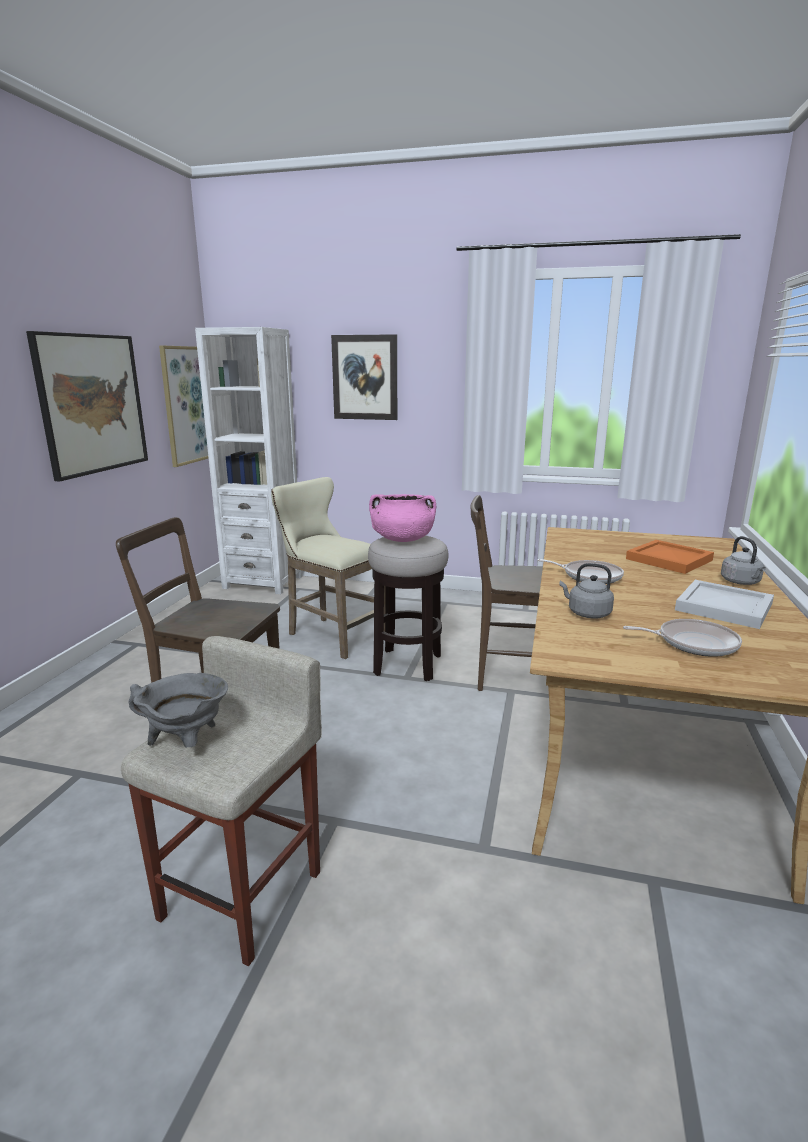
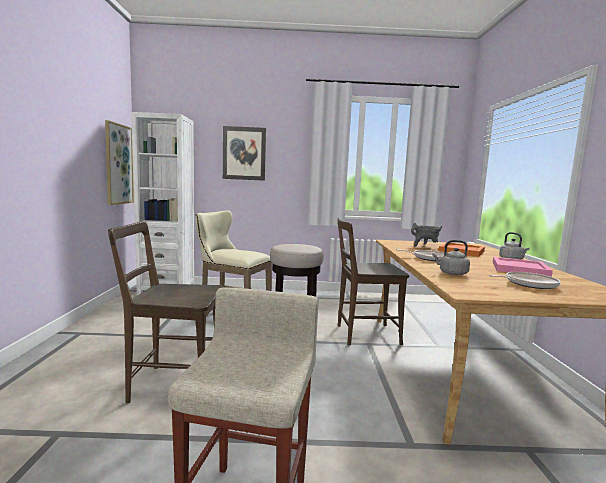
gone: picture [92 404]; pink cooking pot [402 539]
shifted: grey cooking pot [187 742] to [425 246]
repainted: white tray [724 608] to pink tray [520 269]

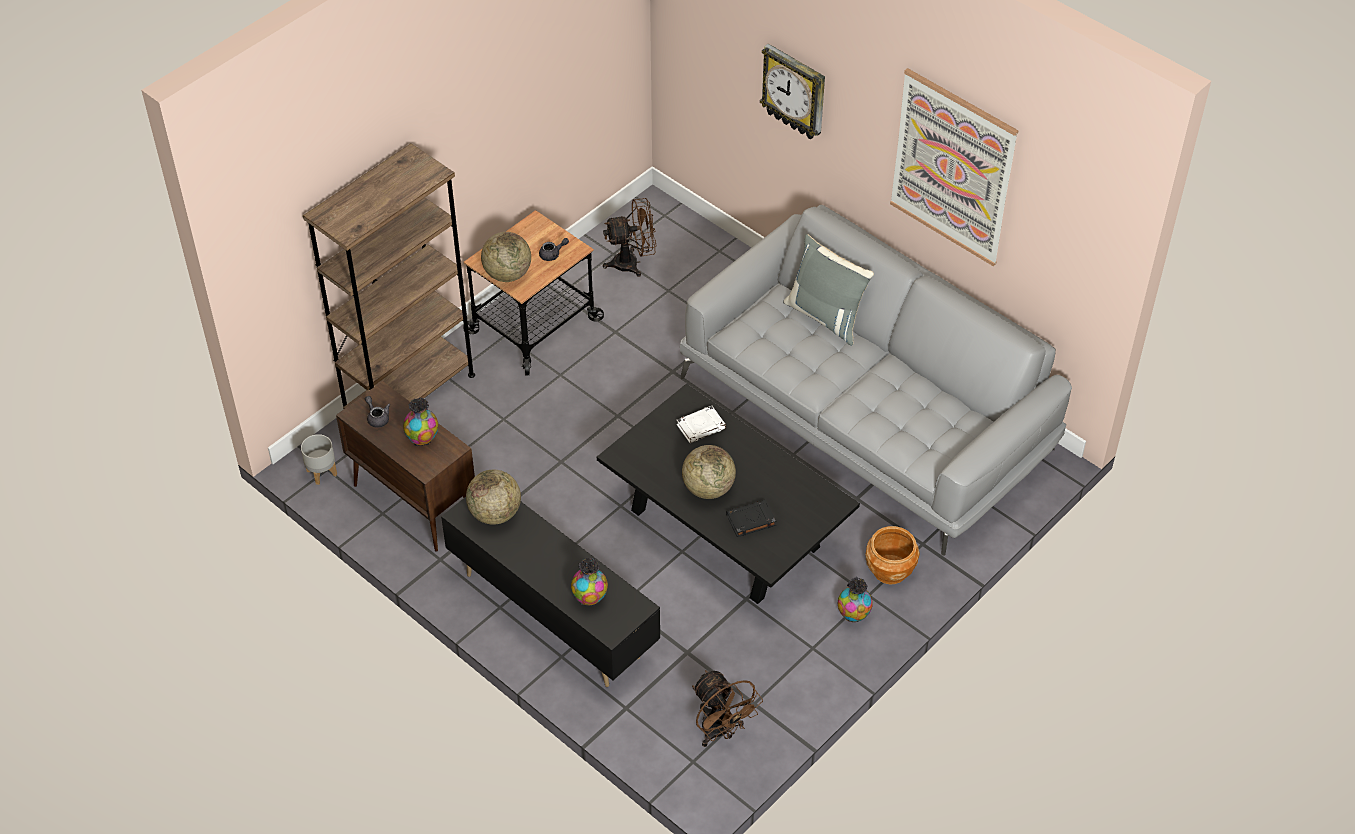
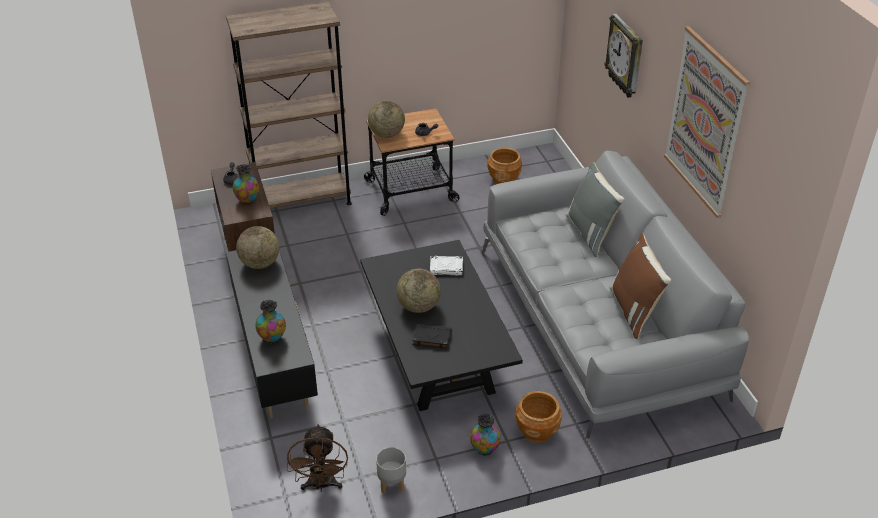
new: brown pillow [635 311]
shifted: grey planter [322 473] to [392 484]
swapped: brown fan [632 263] to brown planter [504 179]

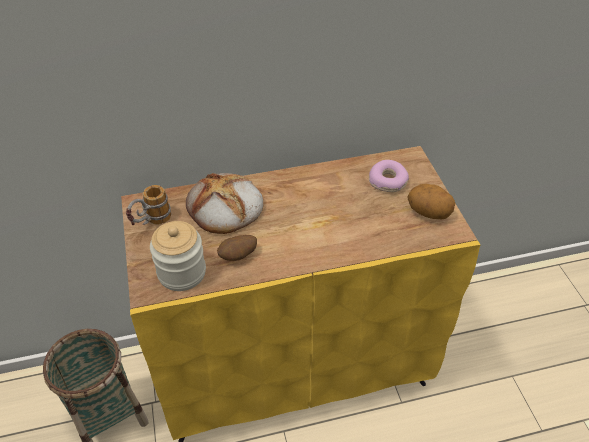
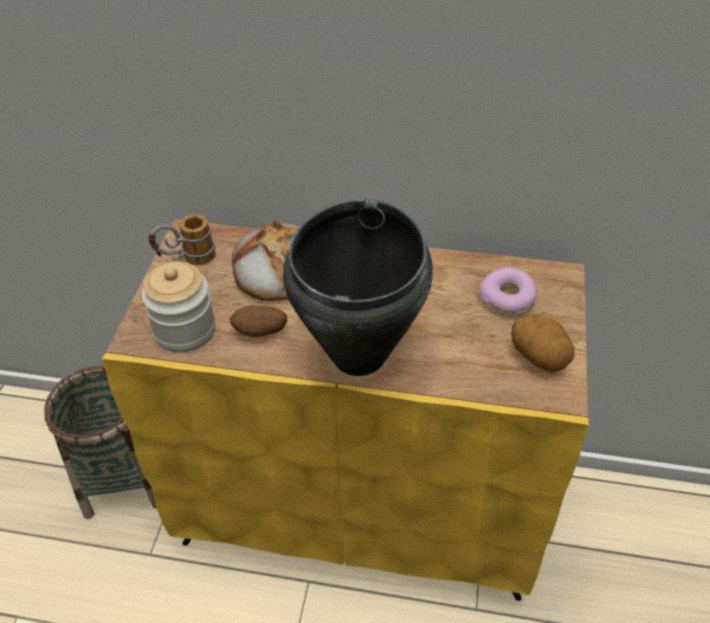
new: black cooking pot [360 354]

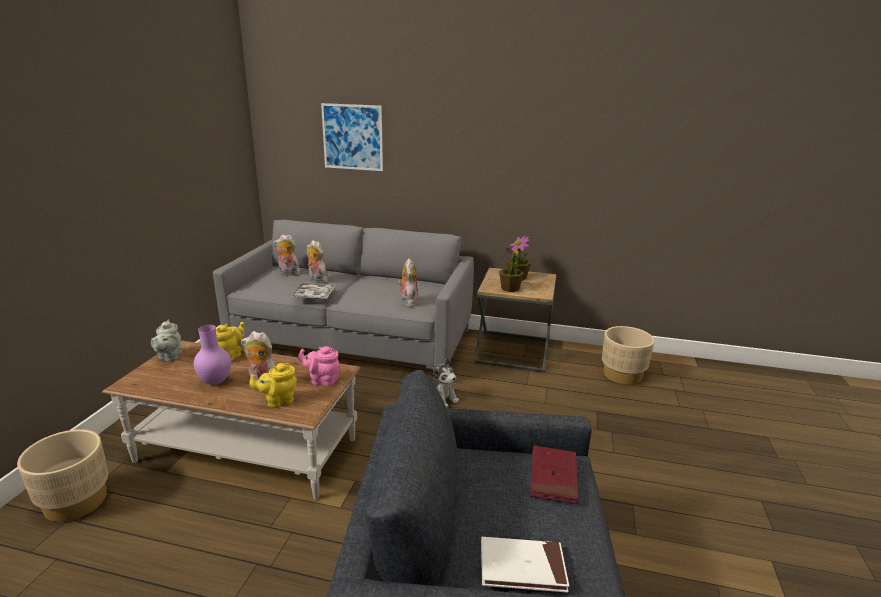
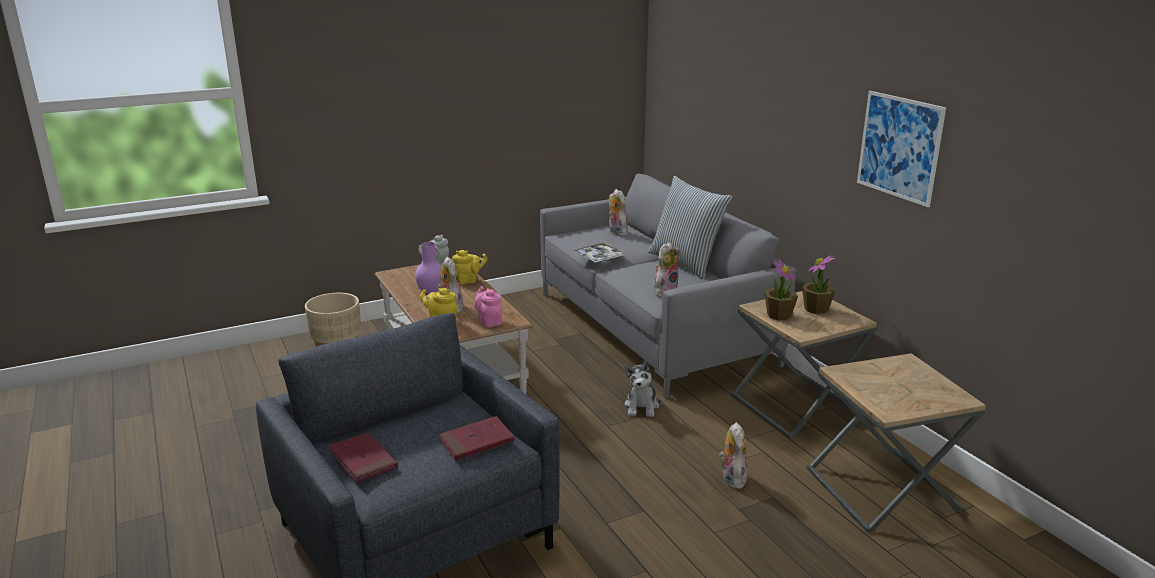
new: pillow [686 263]
shifted: plush toy [316 280] to [731 478]; picture [352 137] to [899 147]
swapped: beige planter [622 375] to brown side table [882 489]
repainted: white book [522 567] to red book [363 460]

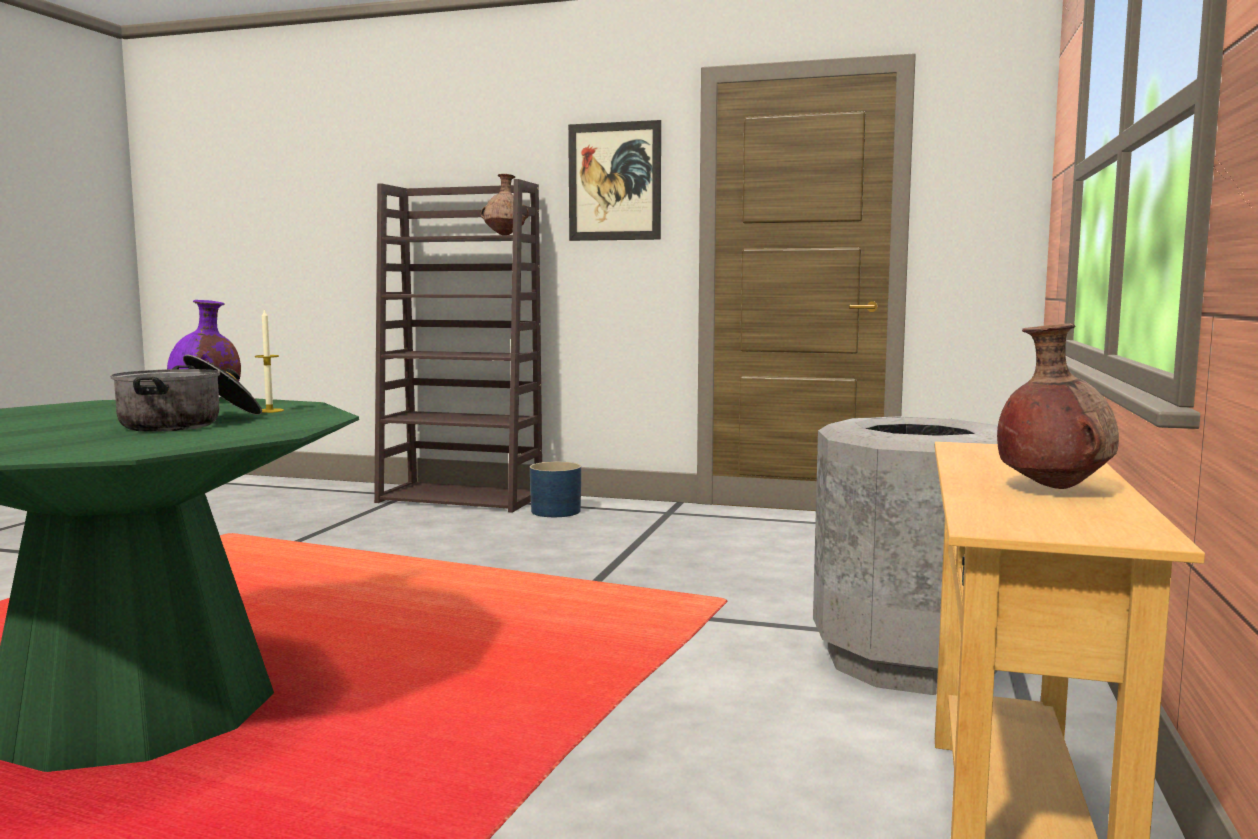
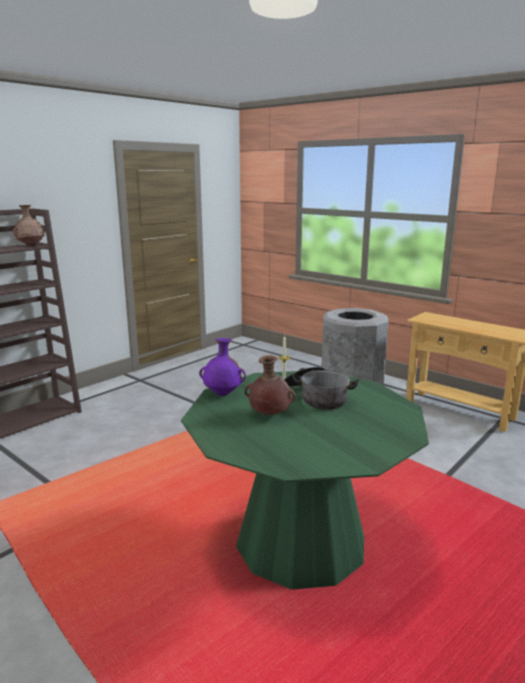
gone: blue planter [556 511]; picture [614 181]
shifted: brown vase [1051 489] to [269 414]

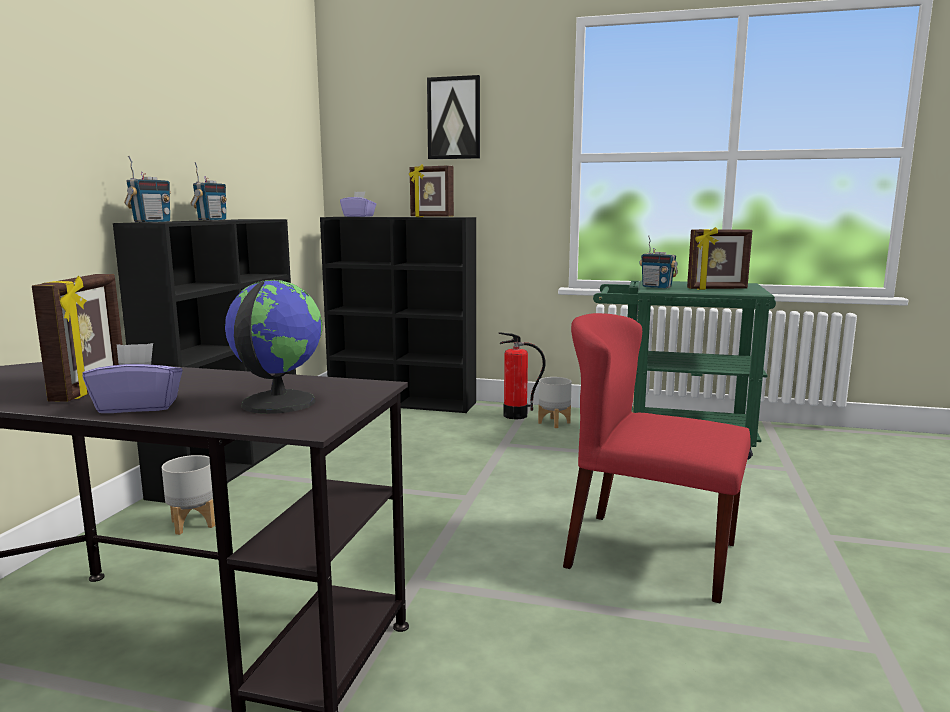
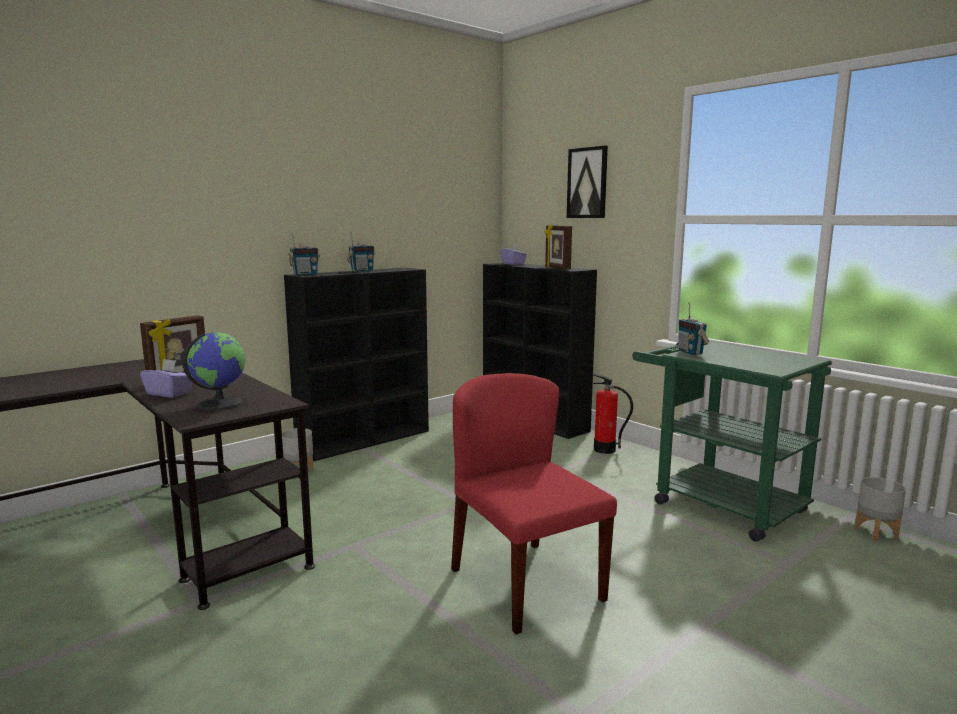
gone: picture frame [717 289]
shifted: grey planter [554 422] to [876 532]

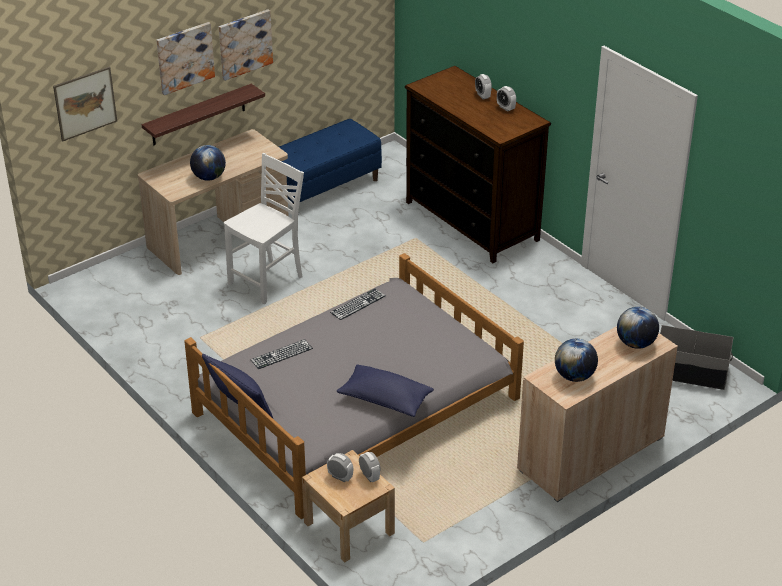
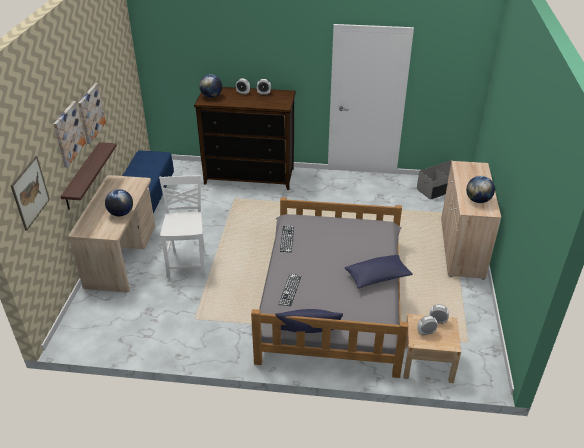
shifted: globe [636 343] to [211 96]

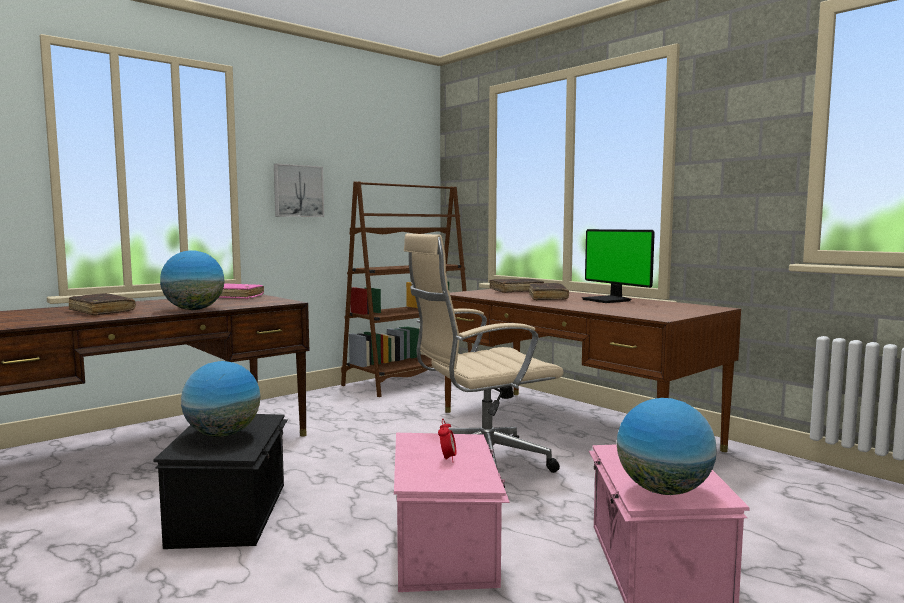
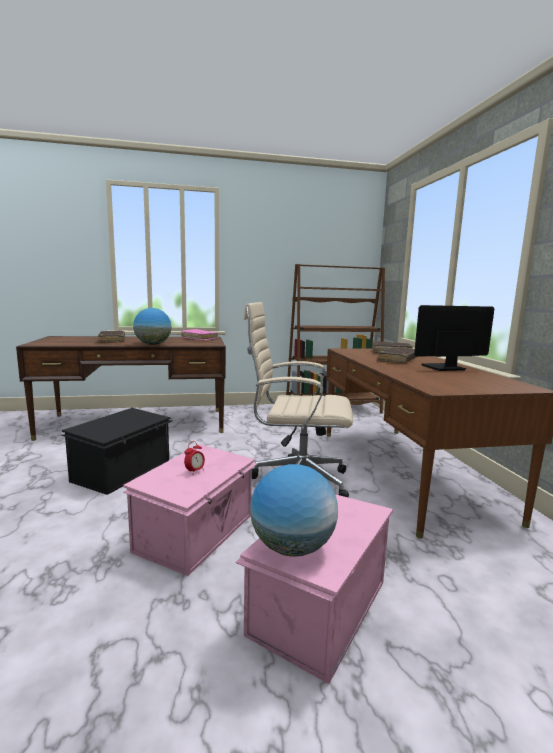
gone: globe [222 434]; picture [298 191]
rotated: monitor [608 300] = [443 368] 75 degrees clockwise

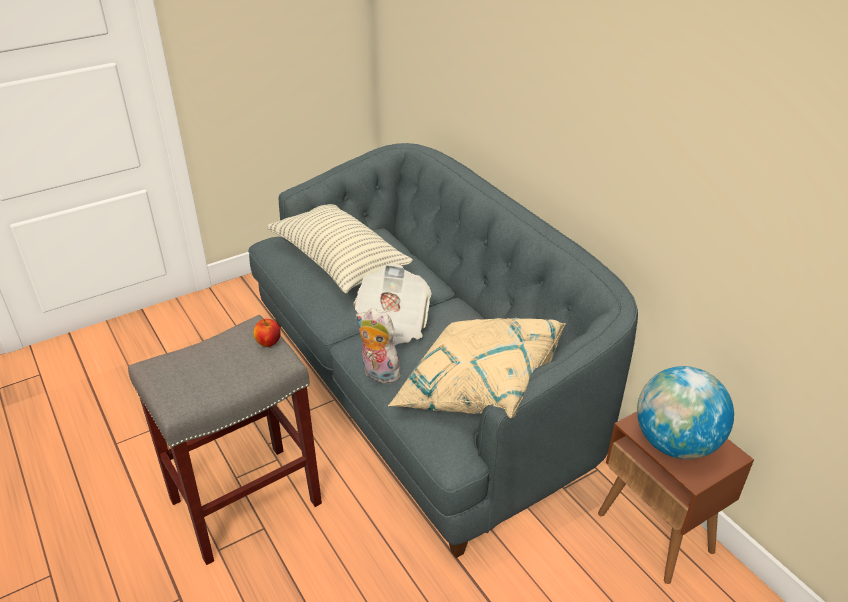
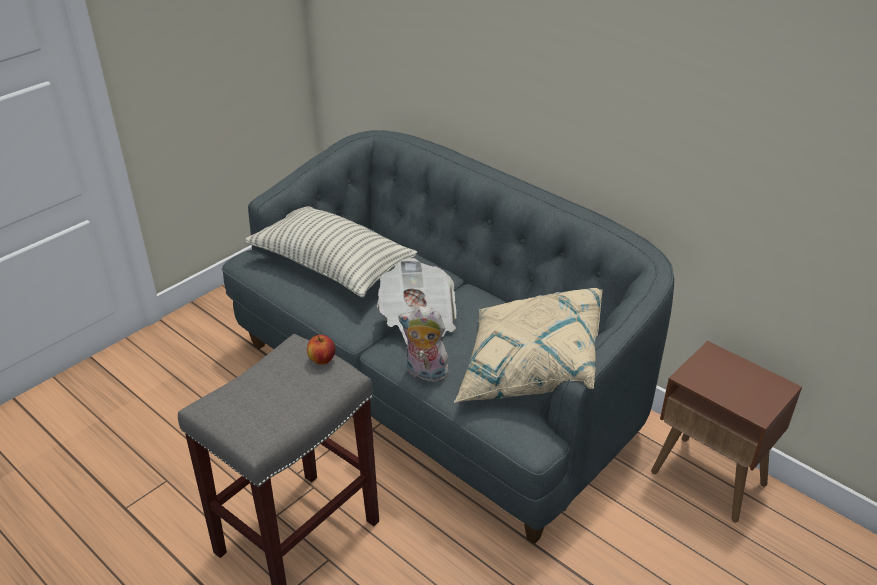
gone: globe [675 443]

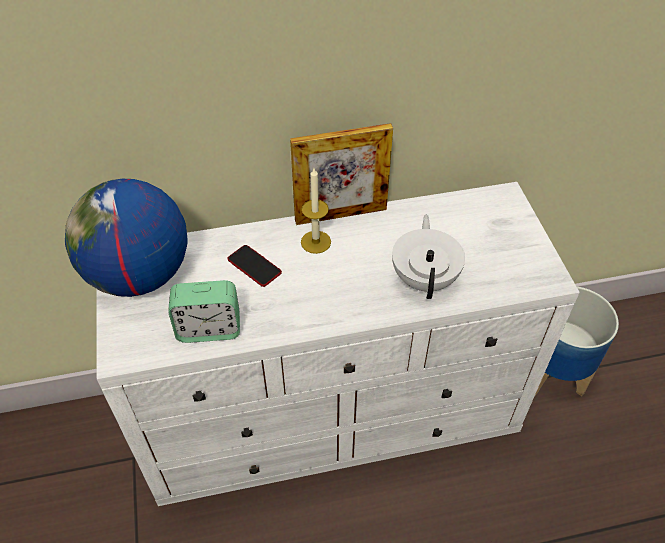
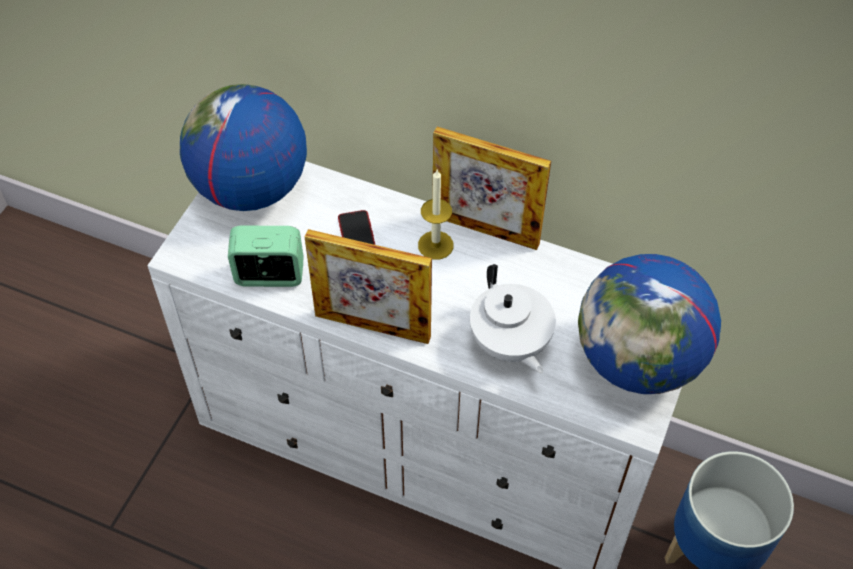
new: picture frame [372 326]; globe [638 361]
rotated: alarm clock [209 329] = [269 275] 150 degrees clockwise; white teapot [425 278] = [509 344] 120 degrees clockwise

